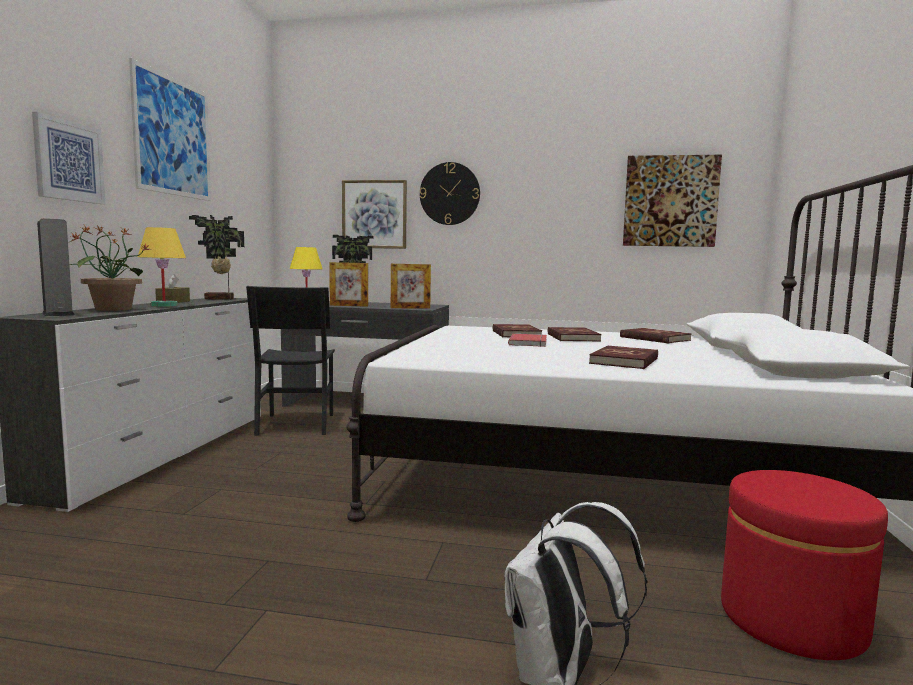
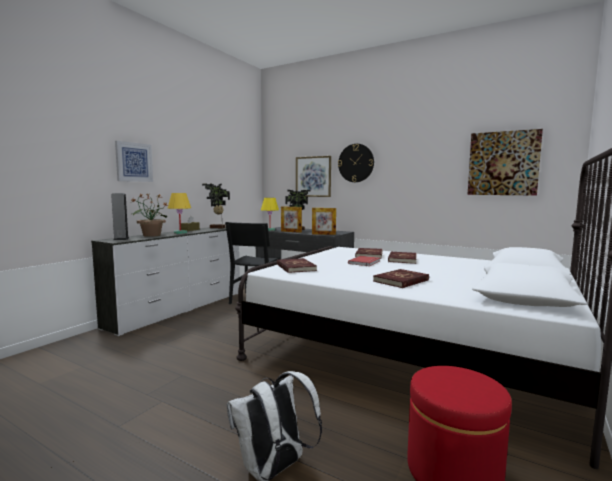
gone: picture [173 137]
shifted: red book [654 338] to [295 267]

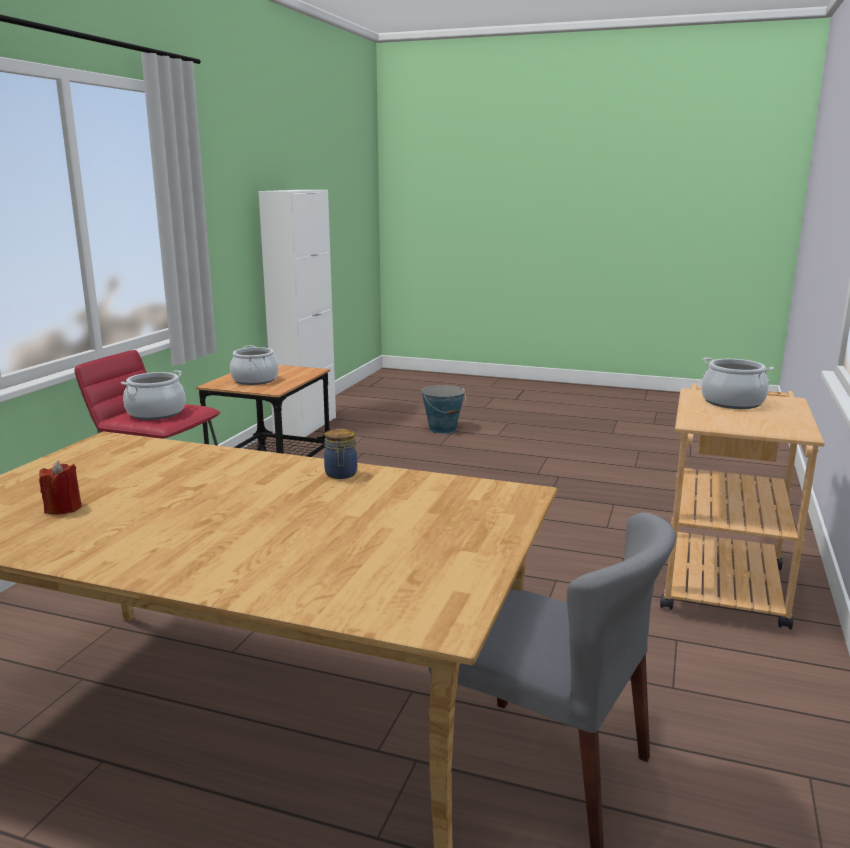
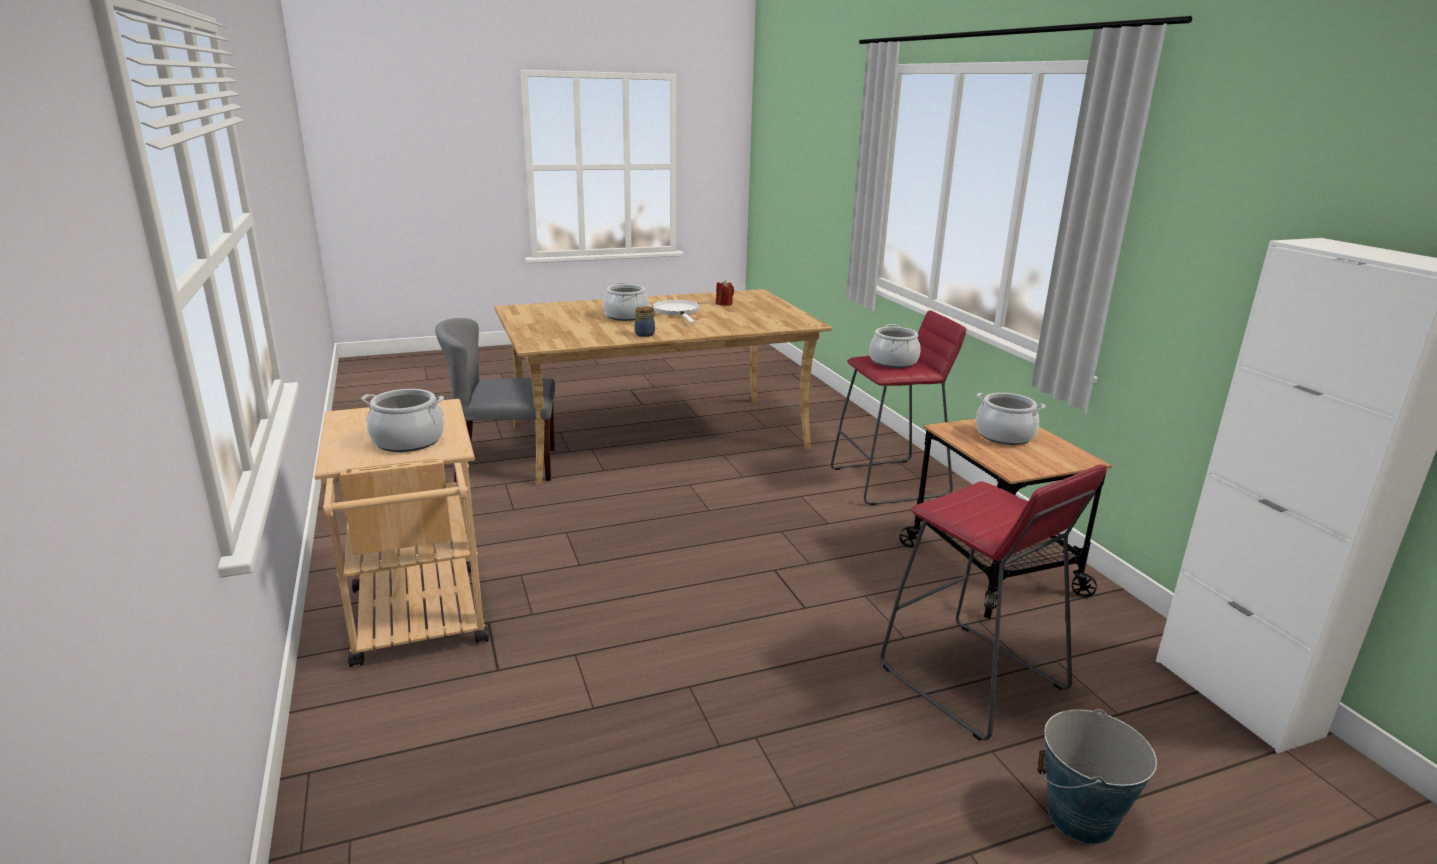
new: cooking pot [626 316]; white frying pan [677 312]; red stool [972 679]

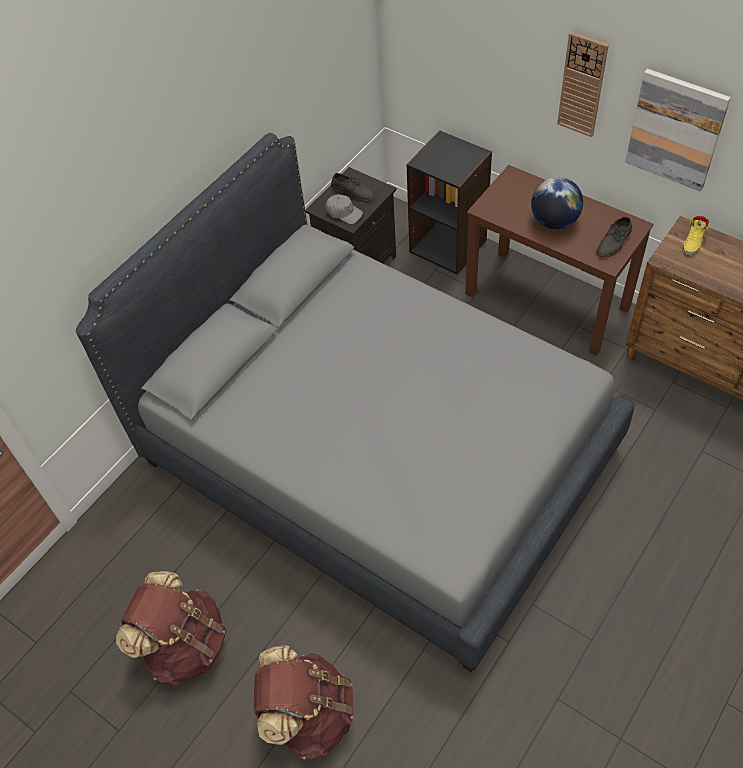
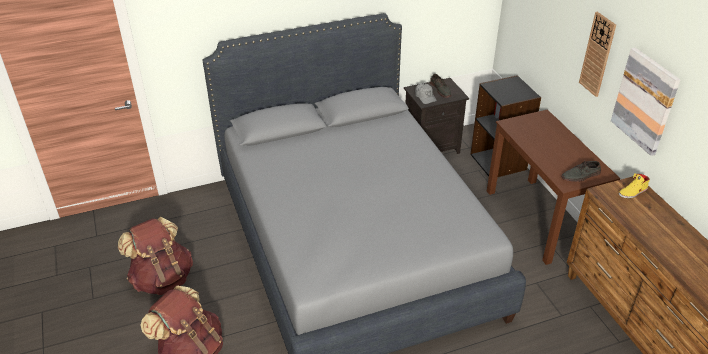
gone: globe [554 221]

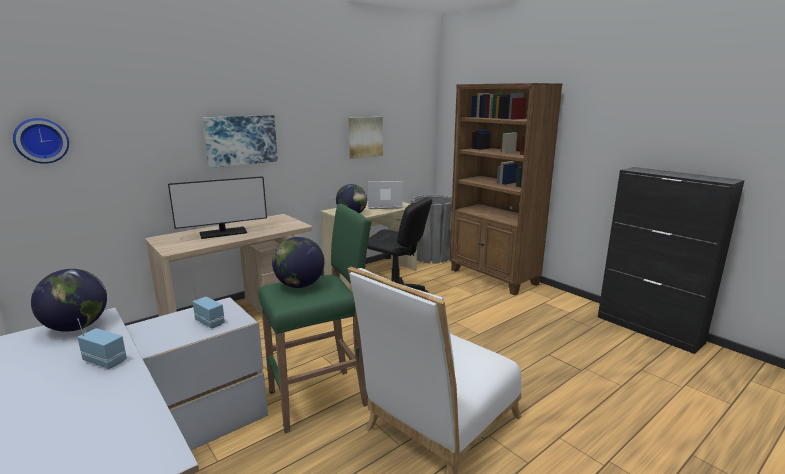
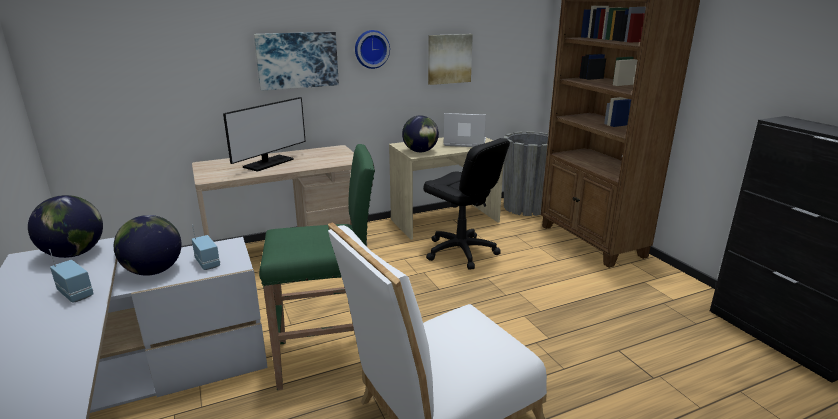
shifted: wall clock [41 140] to [371 49]; globe [300 286] to [154 271]
rotated: monitor [223 233] = [268 163] 45 degrees counterclockwise

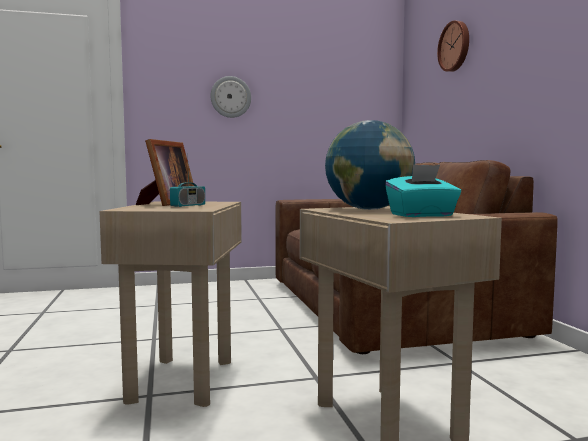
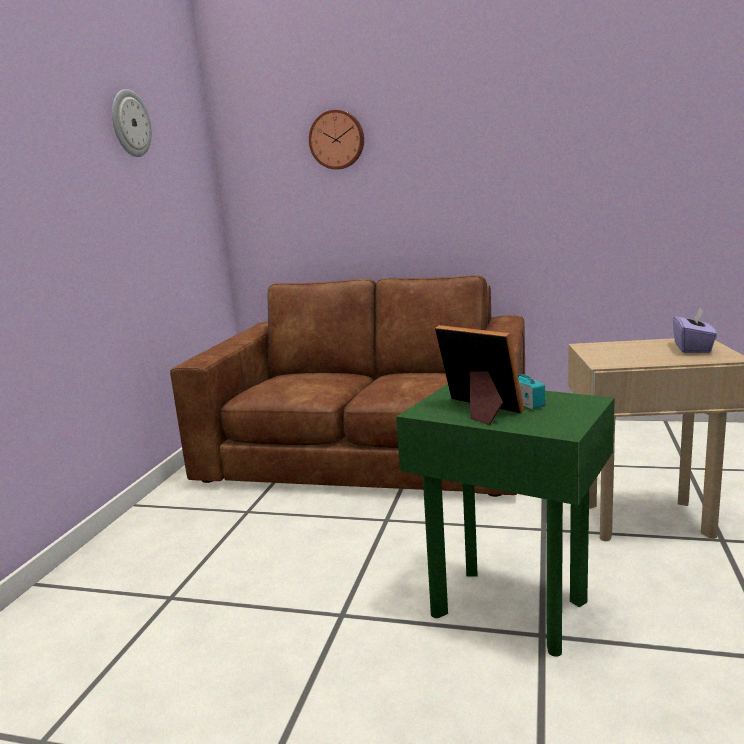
gone: globe [369 209]
shifted: wall clock [230 97] to [130 123]
repainted: beige side table [183 380] to green side table [509 606]; turquoise tissue box [422 215] to purple tissue box [693 348]

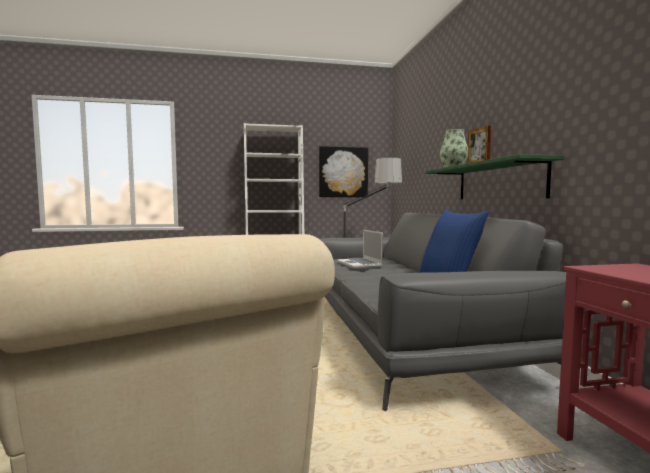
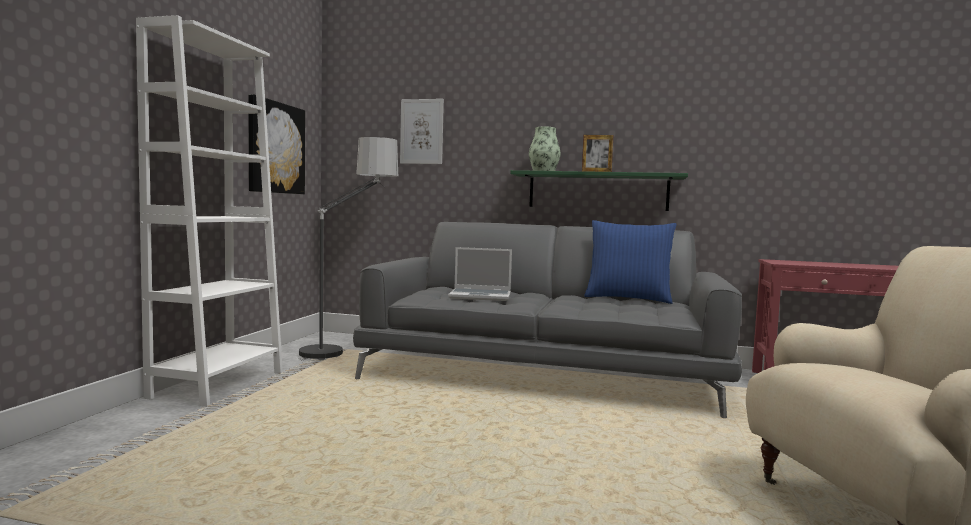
new: picture [421 131]

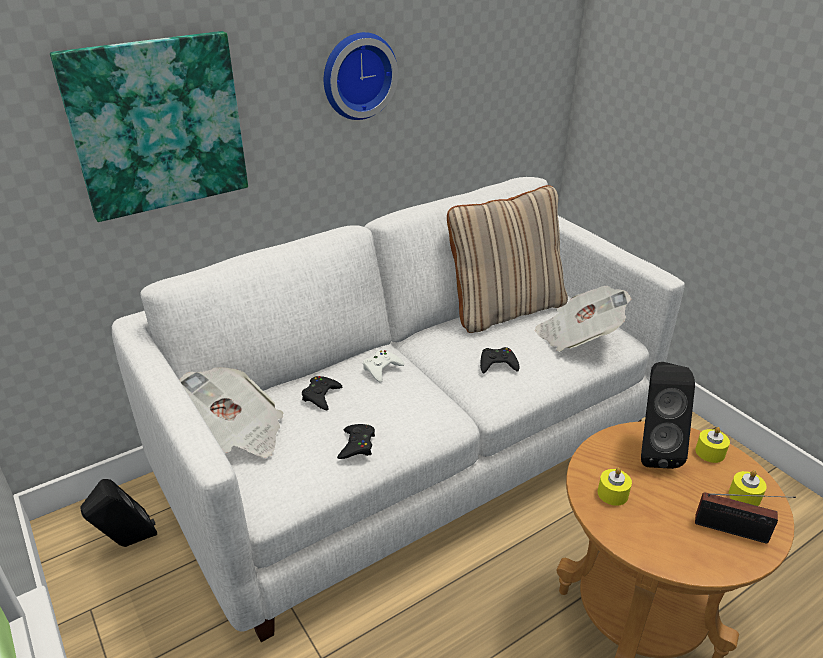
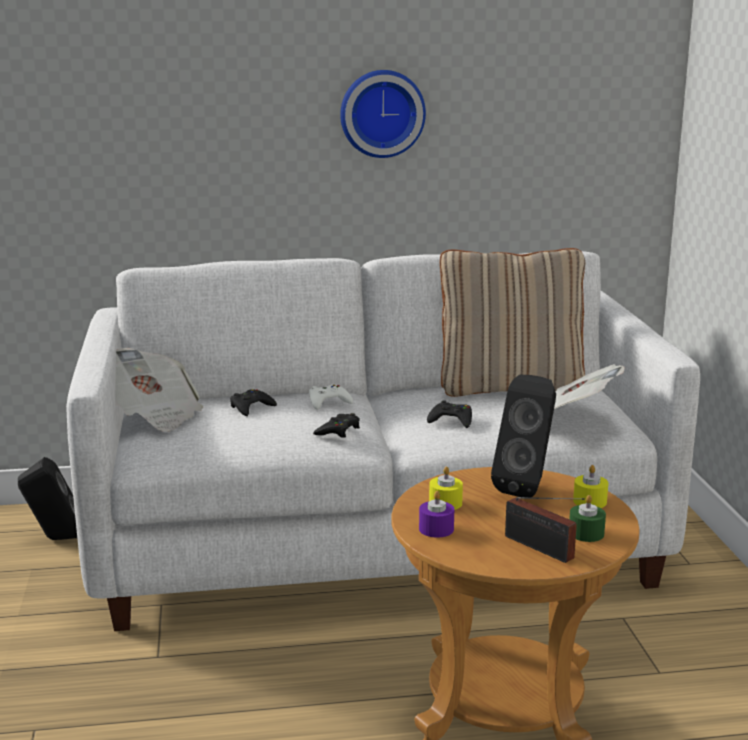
gone: picture [157 125]
new: purple candle [436 529]
shifted: black game controller [357 445] to [338 431]
repainted: yellow candle [744 496] to green candle [586 533]

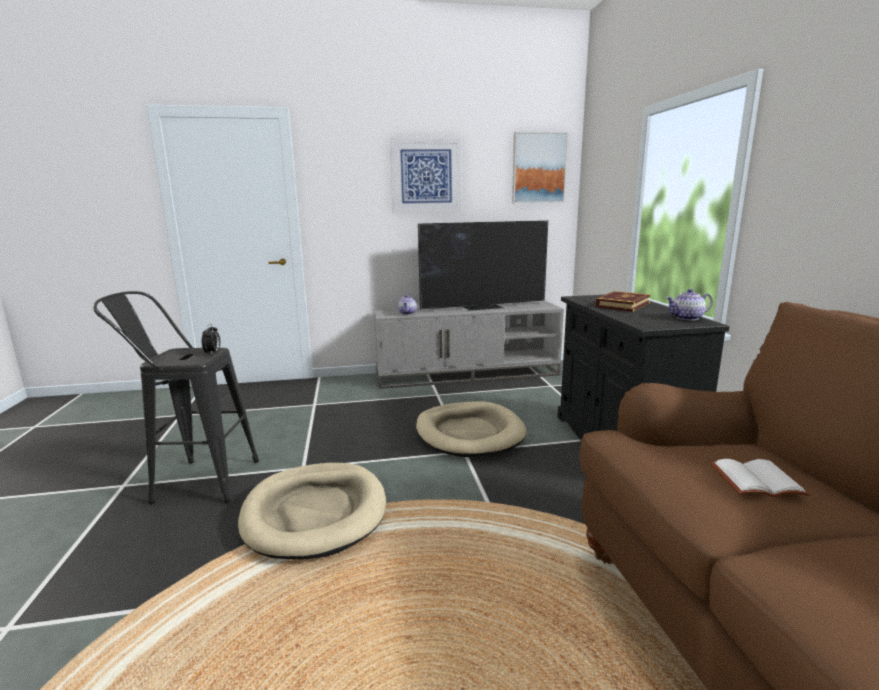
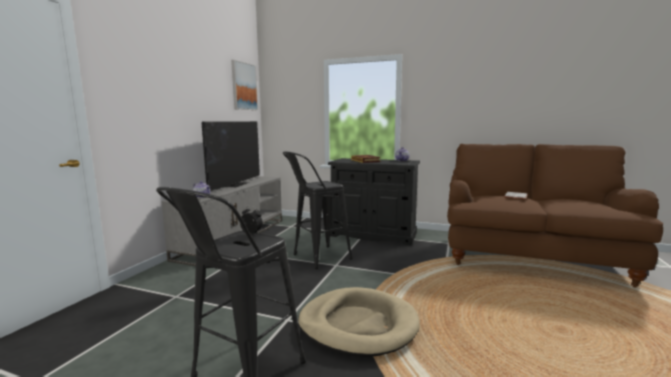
gone: picture [426 176]
swapped: beige dog bed [469 433] to black stool [316 258]

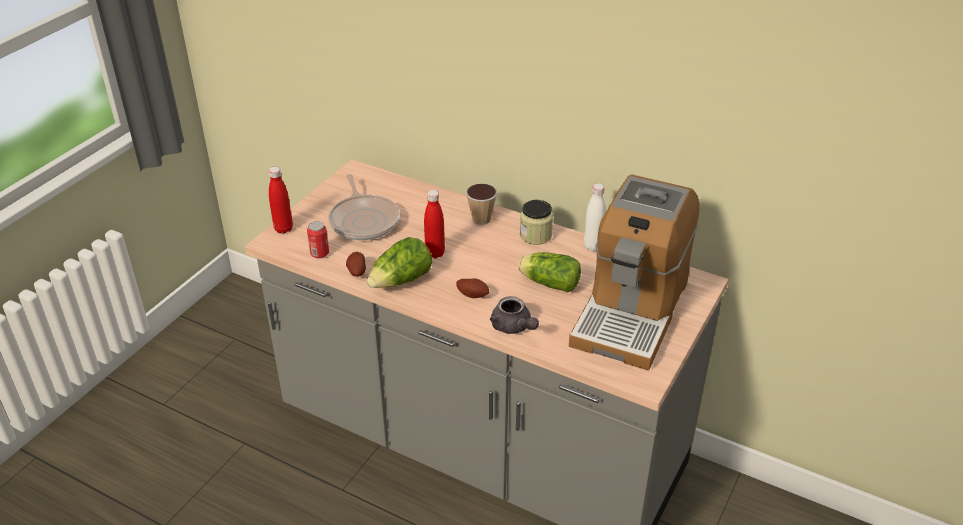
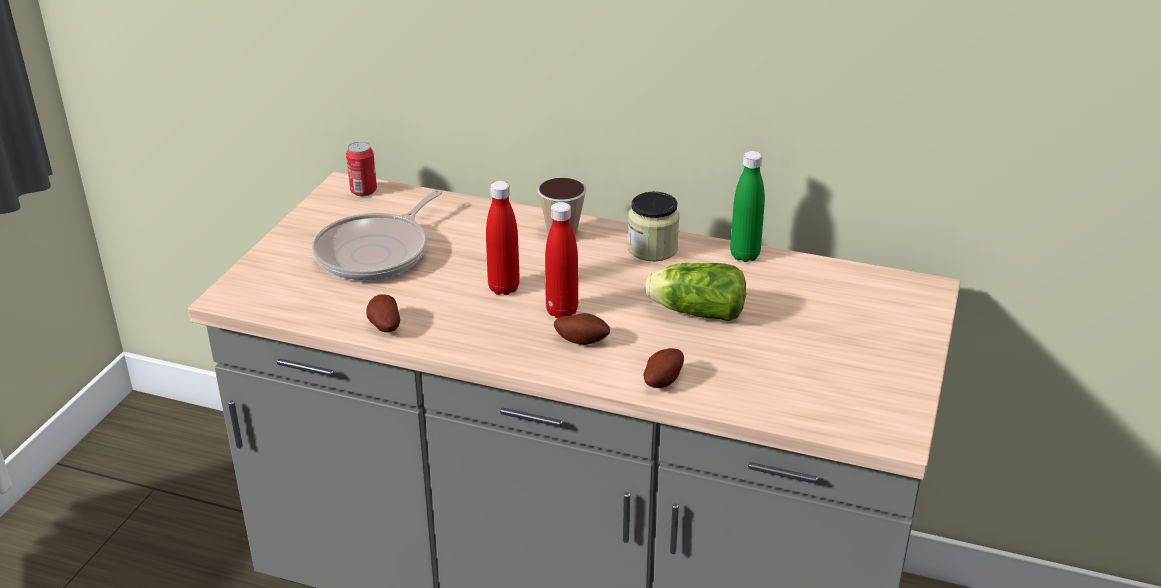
gone: lettuce [401 281]; coffee machine [631 312]
shifted: red bottle [283 229] to [562 311]; can [319 253] to [363 191]
swapped: grey teapot [513 327] to potato [661 380]
repainted: white bottle [593 246] to green bottle [744 255]
rotated: frying pan [364 220] = [377 253] 60 degrees clockwise

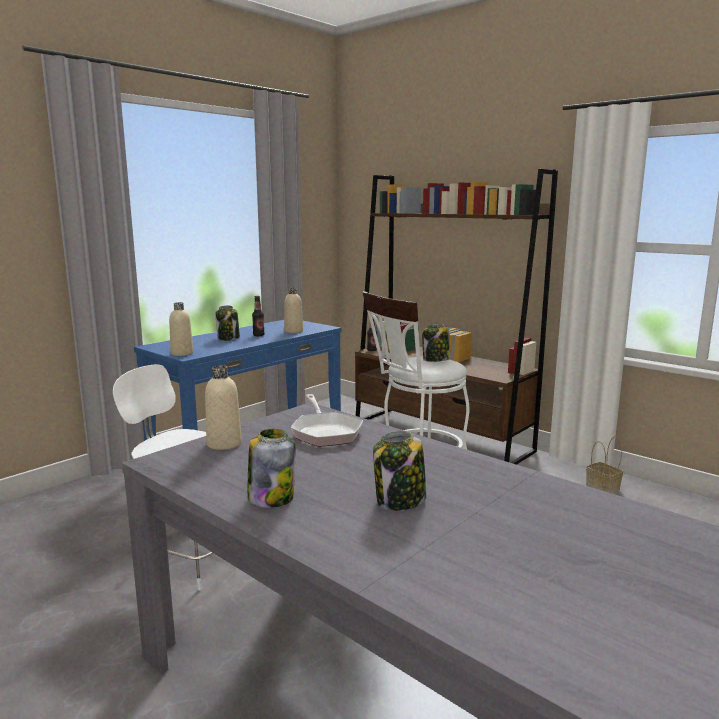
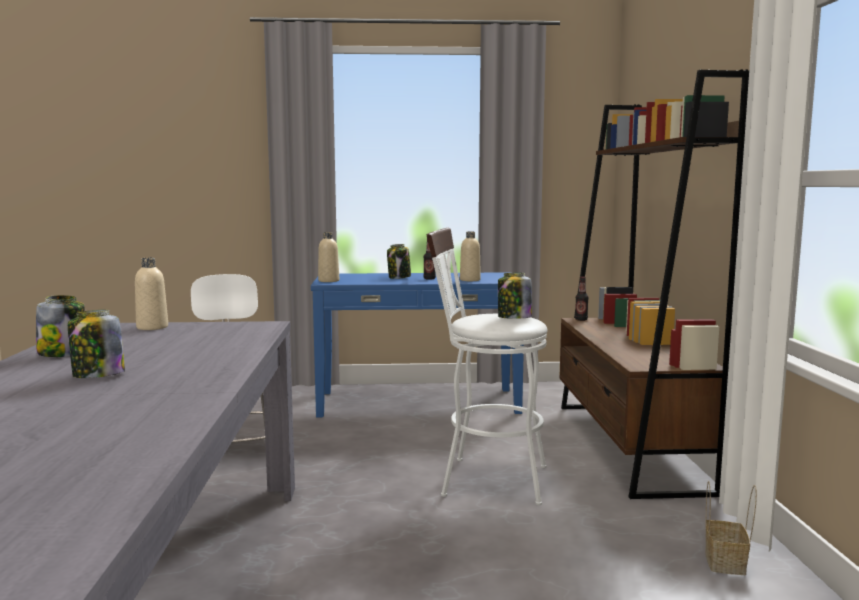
gone: frying pan [325 432]

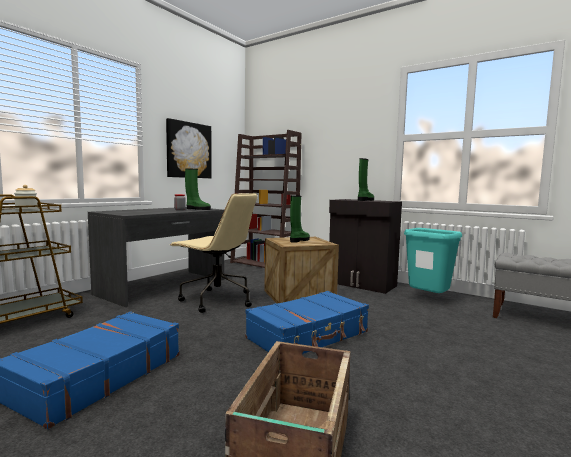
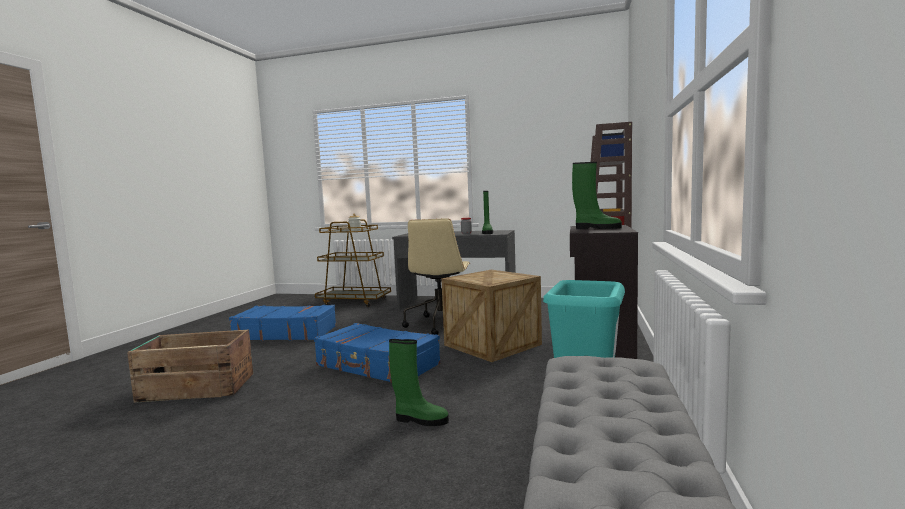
gone: picture [189 150]
shifted: green boot [299 240] to [420 420]

